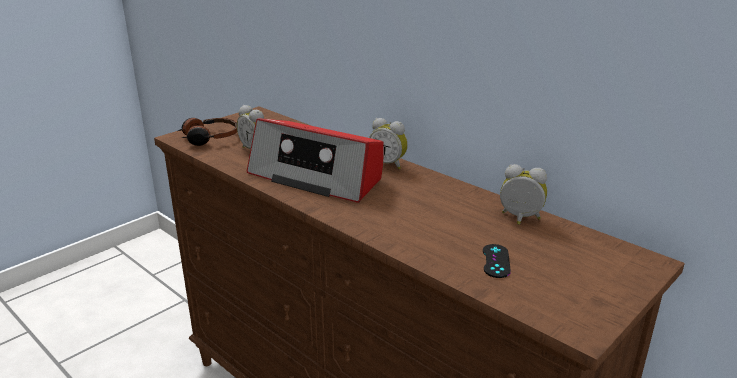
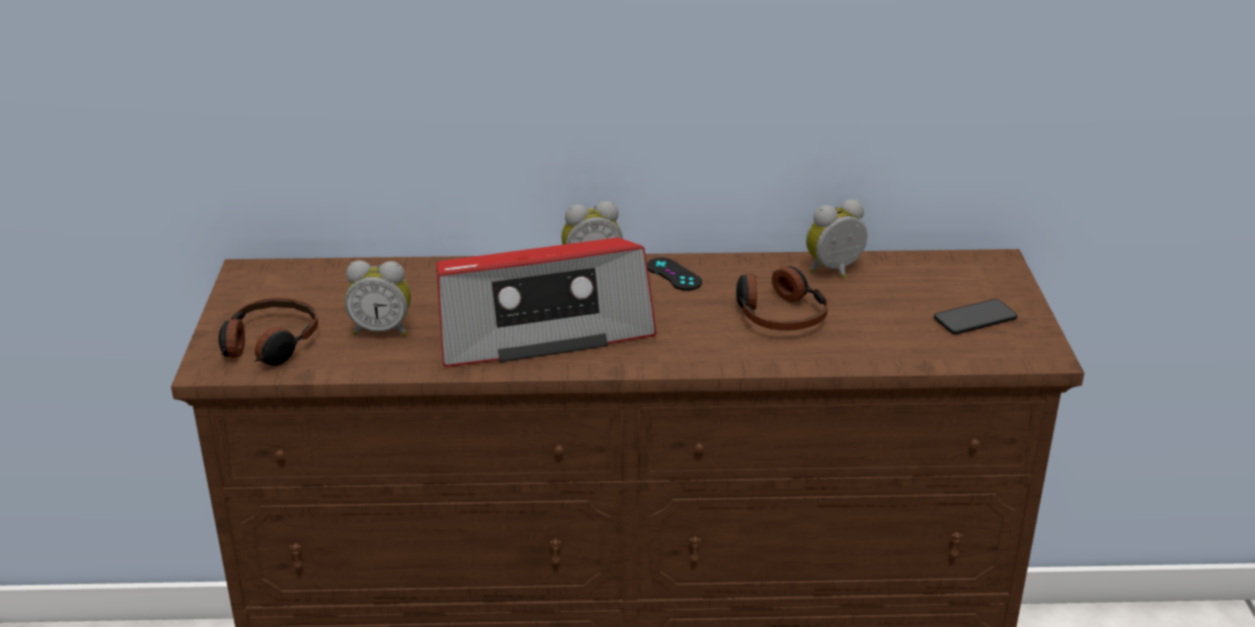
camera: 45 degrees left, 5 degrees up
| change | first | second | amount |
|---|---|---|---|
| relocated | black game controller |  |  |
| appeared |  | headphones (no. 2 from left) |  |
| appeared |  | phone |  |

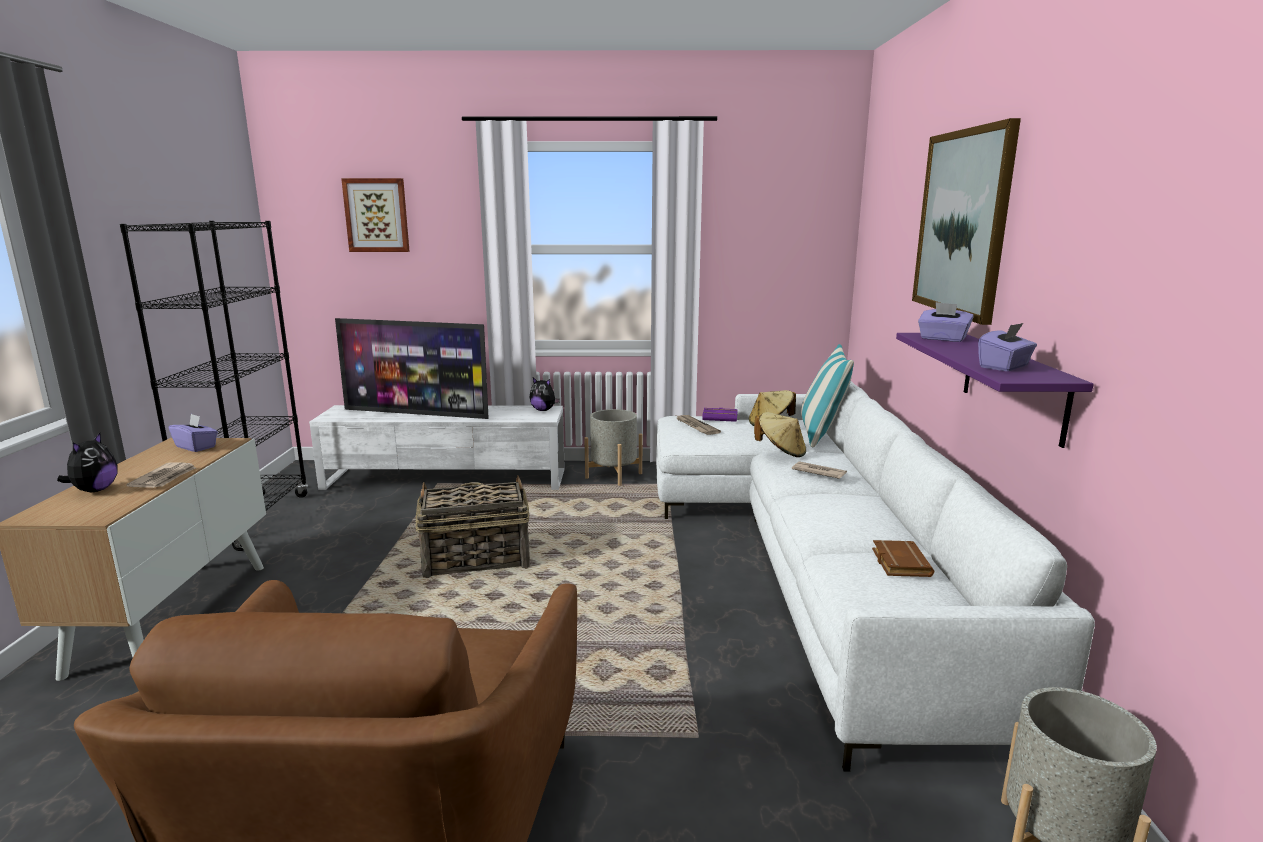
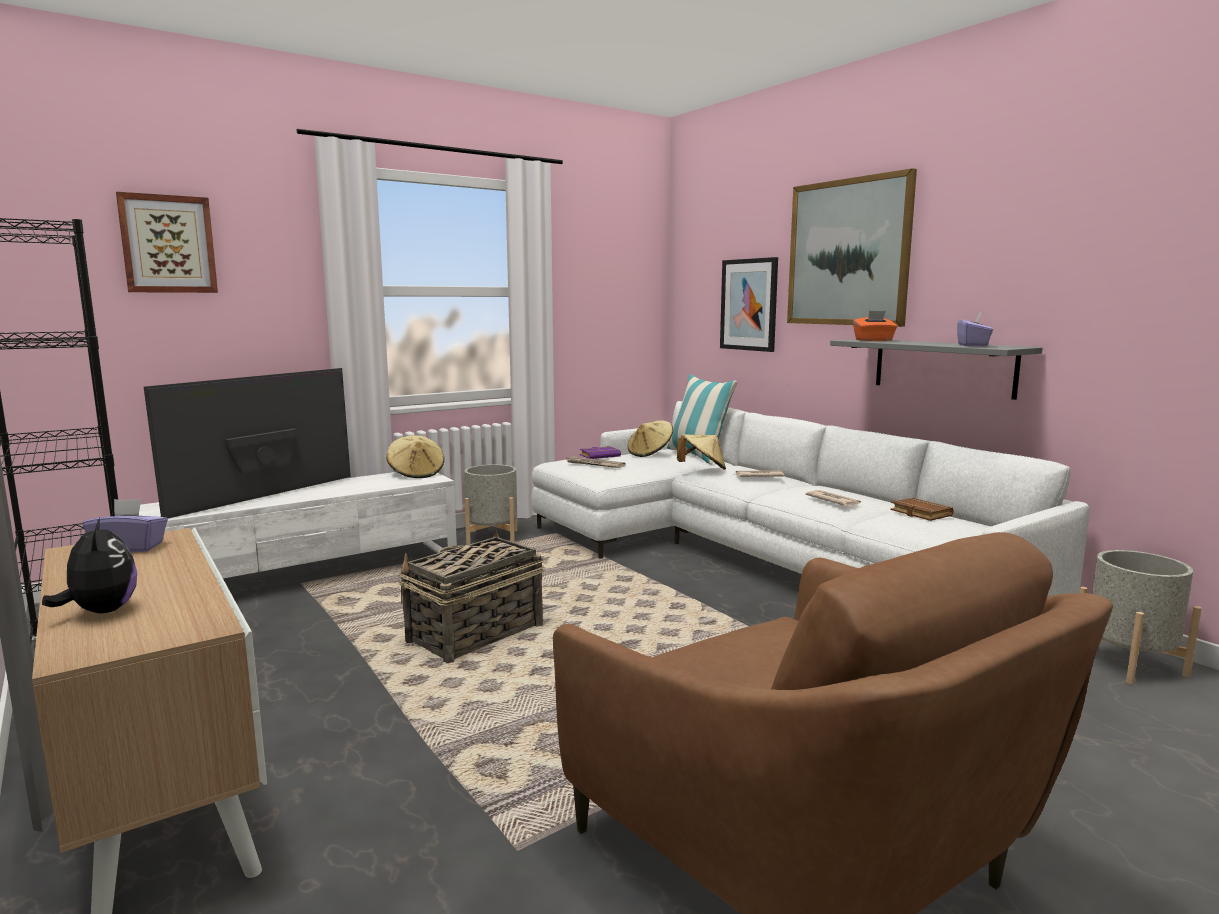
camera: 35 degrees left, 5 degrees down
| change | first | second | amount |
|---|---|---|---|
| spun | television |  | 150 degrees clockwise |
| exchanged | plush toy (no. 2 from left) | beige hat (no. 1 from left) |  |
| appeared |  | picture (no. 2 from left) |  |
| relocated | newspaper (no. 1 from left in the first image) | newspaper (no. 3 from left) |  |
| colour | purple shelf | grey shelf |  |
| colour | purple tissue box (no. 2 from left) | orange tissue box |  |

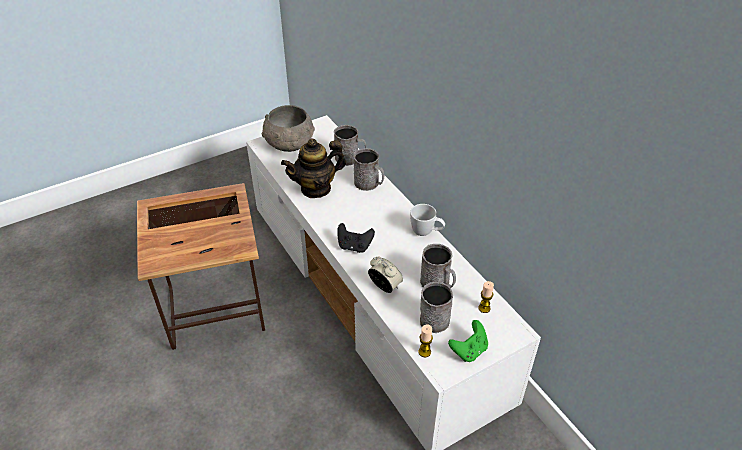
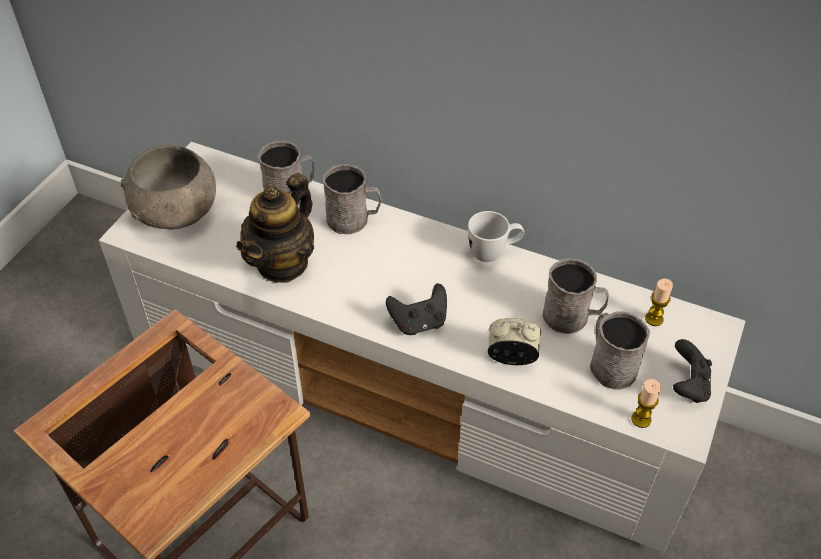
camera: 35 degrees left, 5 degrees up
| change | first | second | amount |
|---|---|---|---|
| colour | green game controller | black game controller (no. 2 from left) |  |

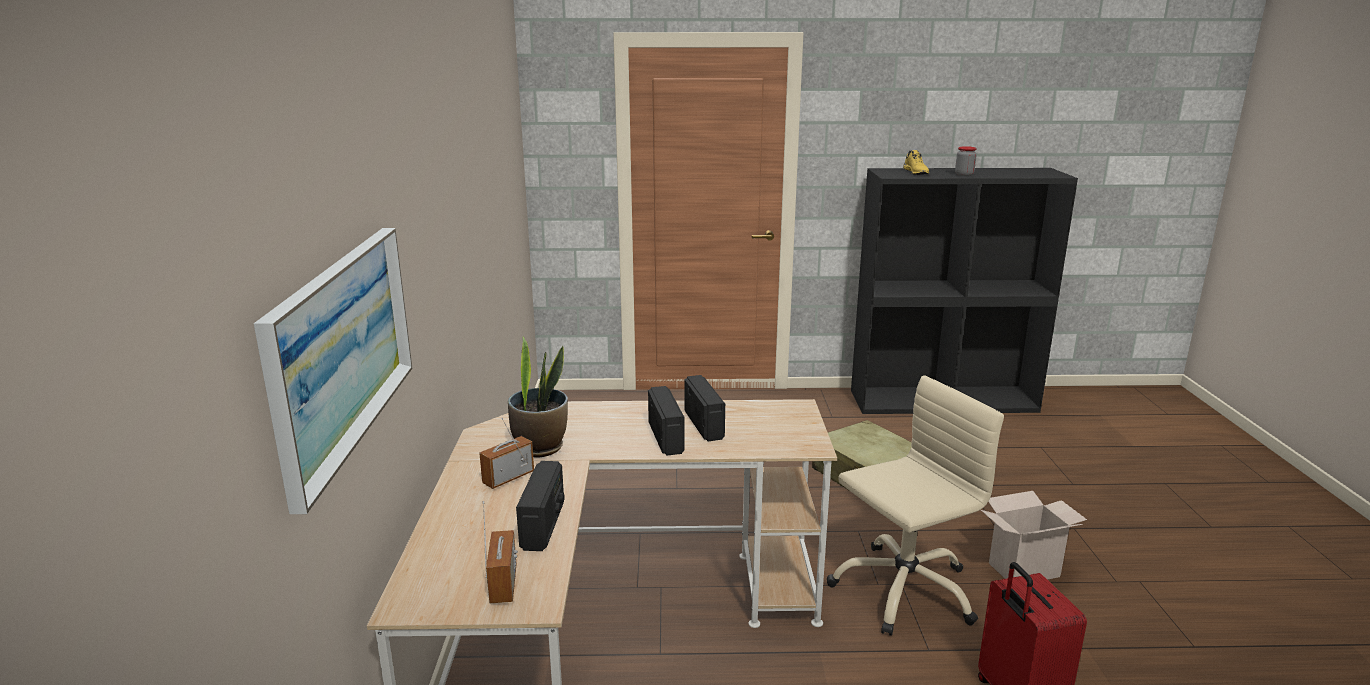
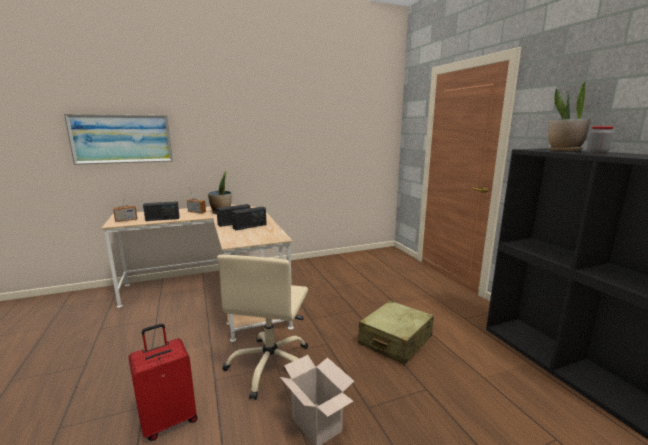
camera: 70 degrees right, 5 degrees down
| change | first | second | amount |
|---|---|---|---|
| spun | beige office chair |  | 60 degrees clockwise |
| exchanged | yellow shoe | potted plant (no. 2 from left) |  |

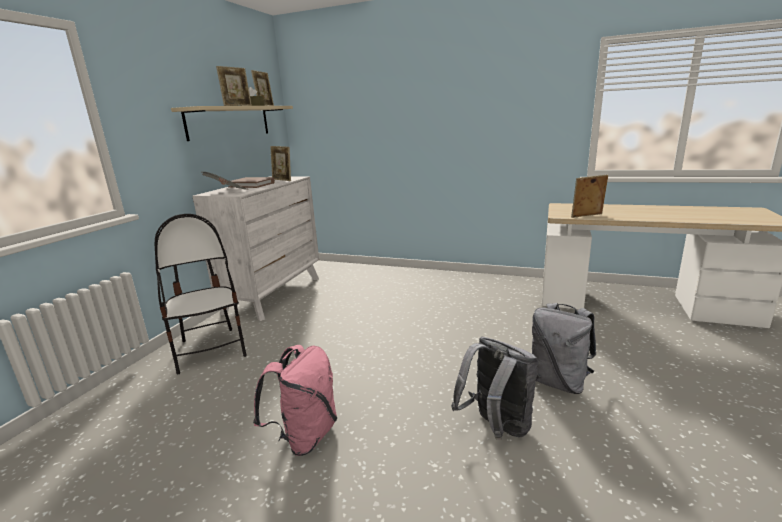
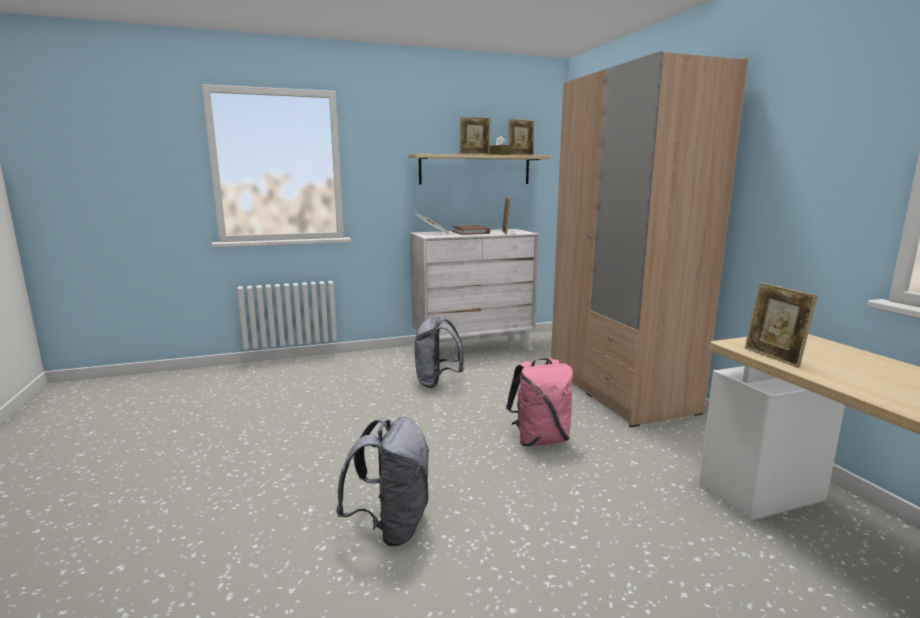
camera: 50 degrees right, 5 degrees down
| change | first | second | amount |
|---|---|---|---|
| relocated | grey backpack (no. 2 from left) |  |  |
| relocated | pink backpack |  |  |
| appeared |  | beige wardrobe |  |
| spun | picture frame (no. 4 from left) |  | 150 degrees counterclockwise |
| missing | chair |  |  |

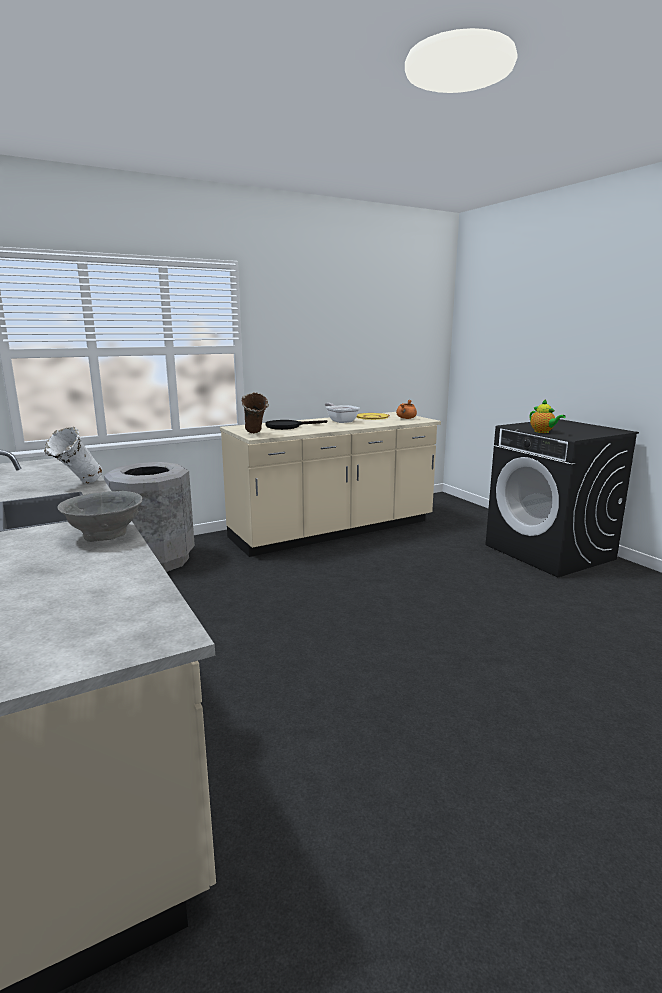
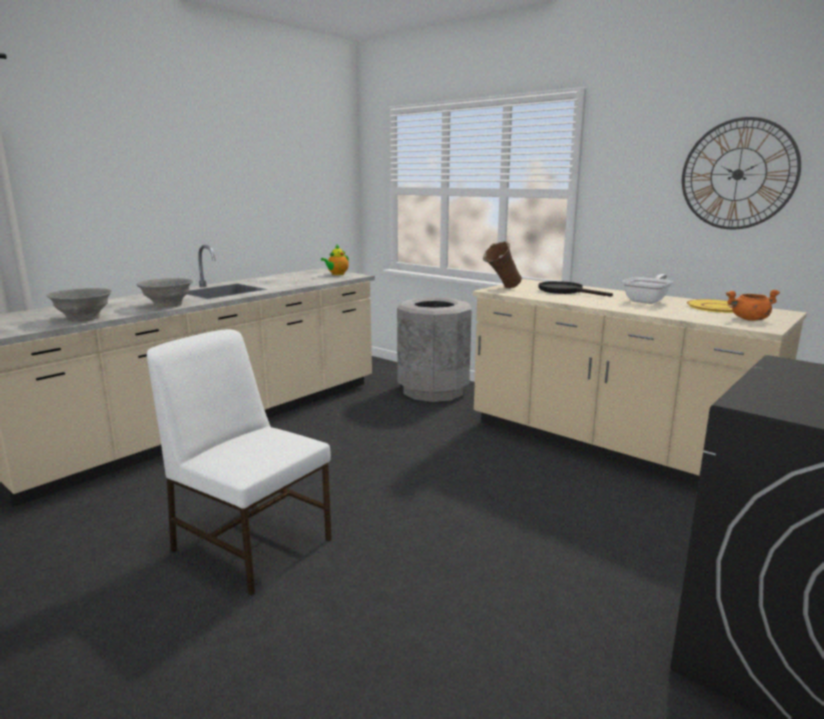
camera: 70 degrees right, 0 degrees up
| change | first | second | amount |
|---|---|---|---|
| appeared |  | grey bowl (no. 1 from left) |  |
| appeared |  | white chair |  |
| relocated | teapot |  |  |
| appeared |  | wall clock |  |
| missing | white vase |  |  |

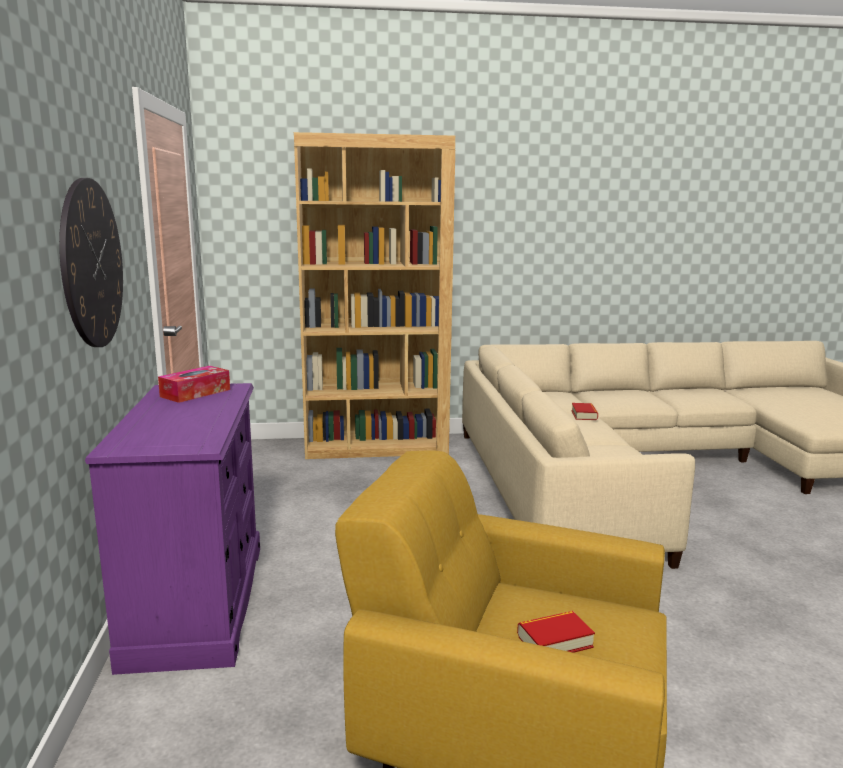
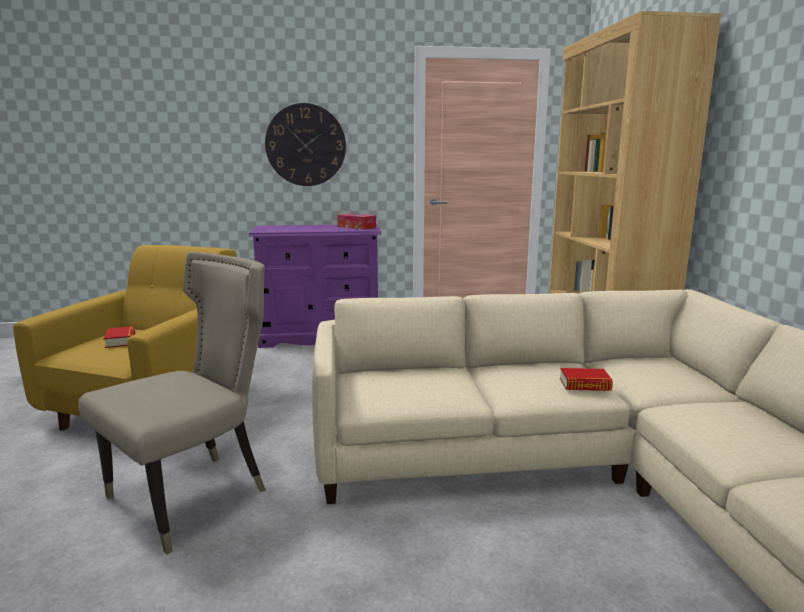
camera: 90 degrees right, 0 degrees up
| change | first | second | amount |
|---|---|---|---|
| appeared |  | beige chair |  |

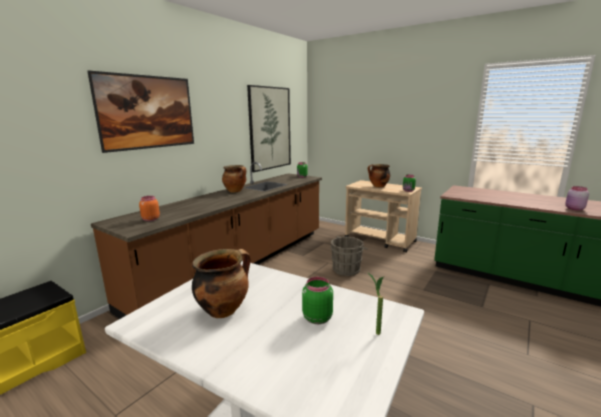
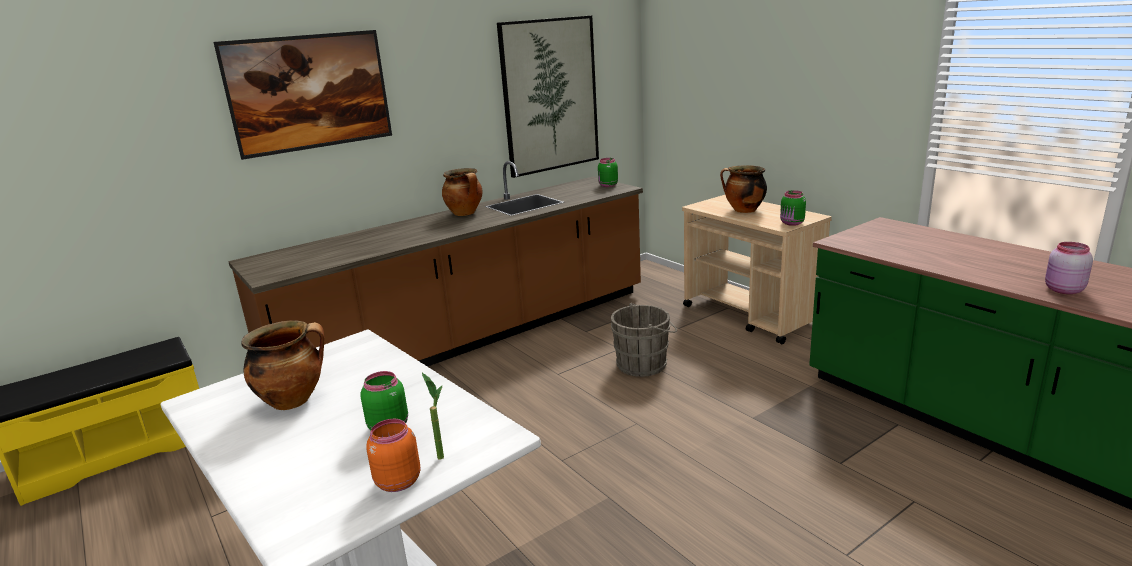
camera: 20 degrees right, 5 degrees up
| change | first | second | amount |
|---|---|---|---|
| relocated | orange jar |  |  |

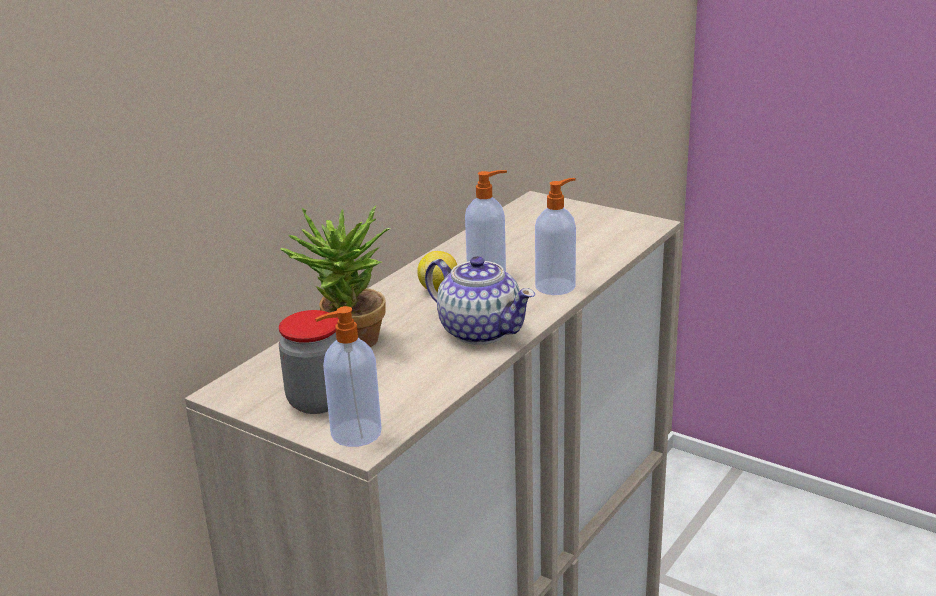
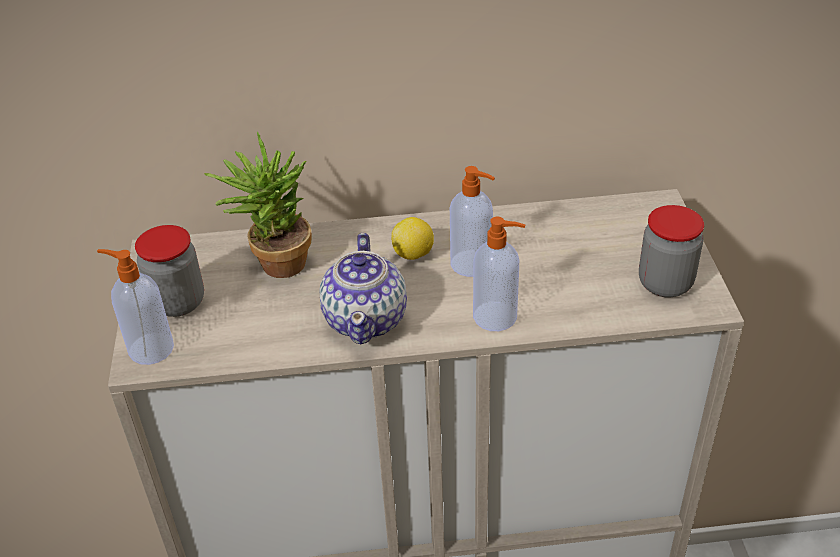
camera: 50 degrees right, 15 degrees up
| change | first | second | amount |
|---|---|---|---|
| appeared |  | jar (no. 2 from left) |  |

